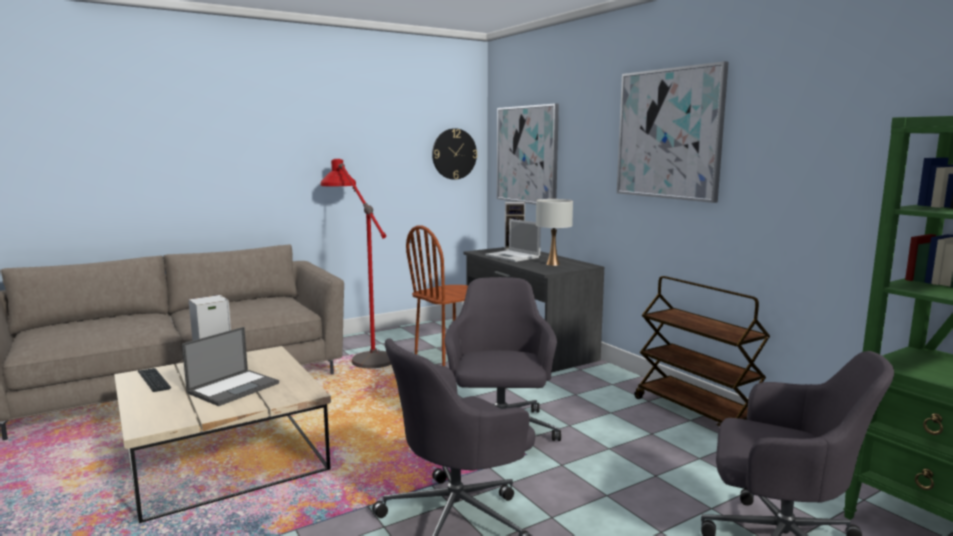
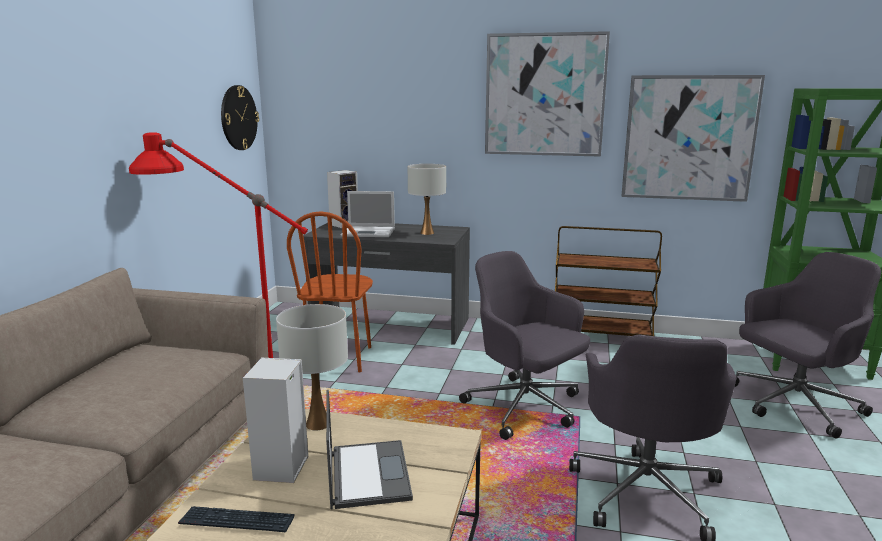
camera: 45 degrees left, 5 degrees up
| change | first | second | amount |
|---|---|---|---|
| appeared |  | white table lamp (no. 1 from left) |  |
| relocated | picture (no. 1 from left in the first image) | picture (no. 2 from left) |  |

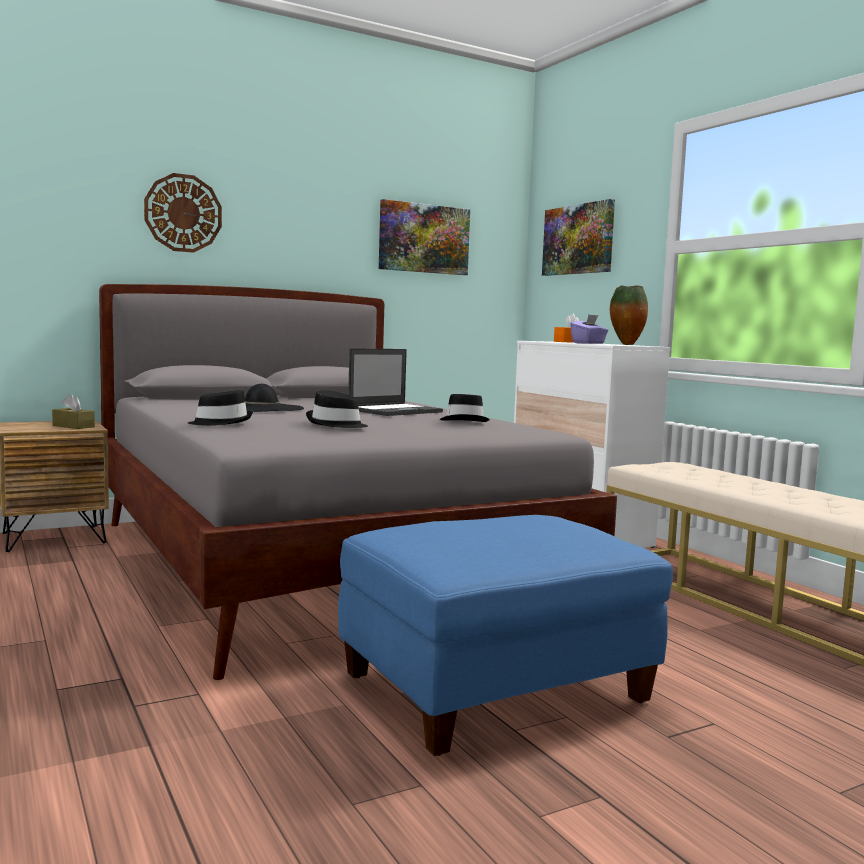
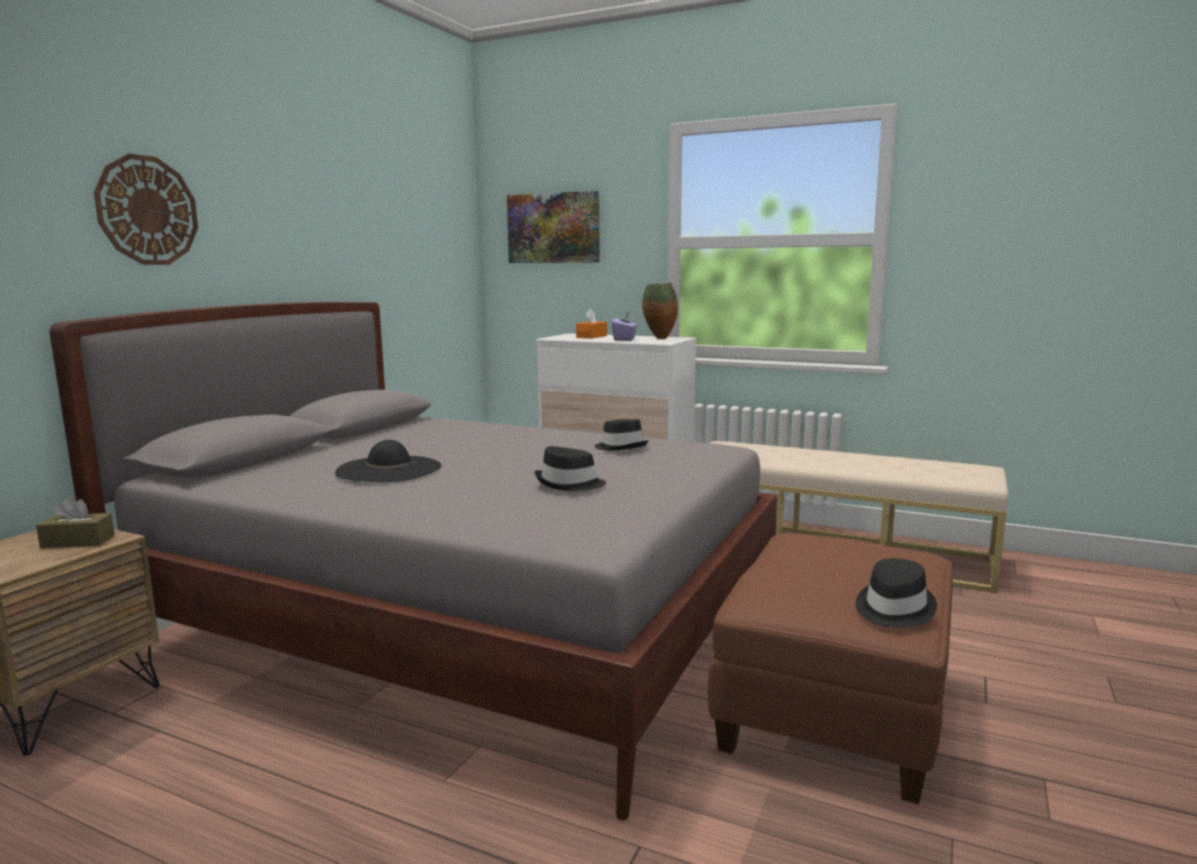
camera: 35 degrees left, 5 degrees up
| change | first | second | amount |
|---|---|---|---|
| colour | blue ottoman | brown ottoman |  |
| relocated | black hat (no. 1 from left in the first image) | black hat (no. 4 from left) |  |
| missing | laptop |  |  |
| missing | picture (no. 1 from left) |  |  |

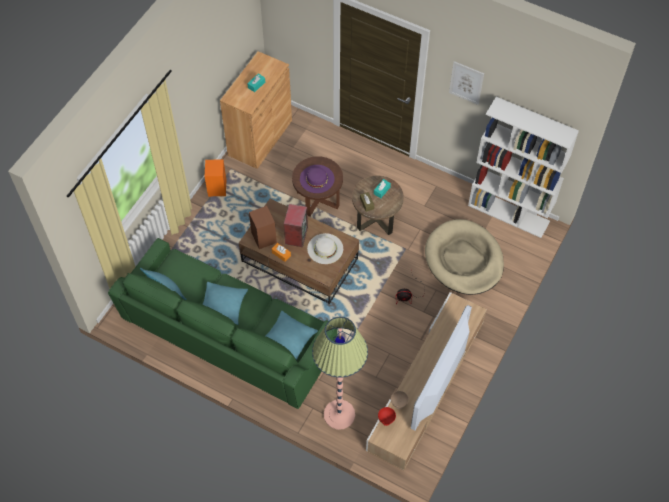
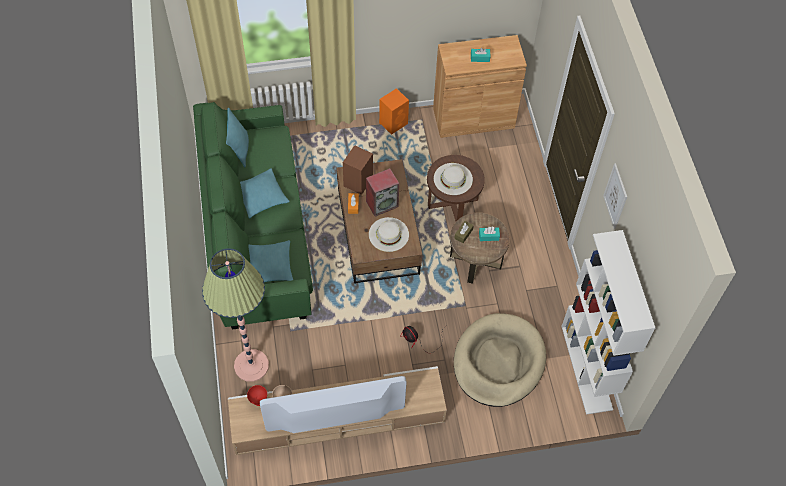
camera: 50 degrees right, 0 degrees up
| change | first | second | amount |
|---|---|---|---|
| colour | purple hat | white hat (no. 2 from left) |  |

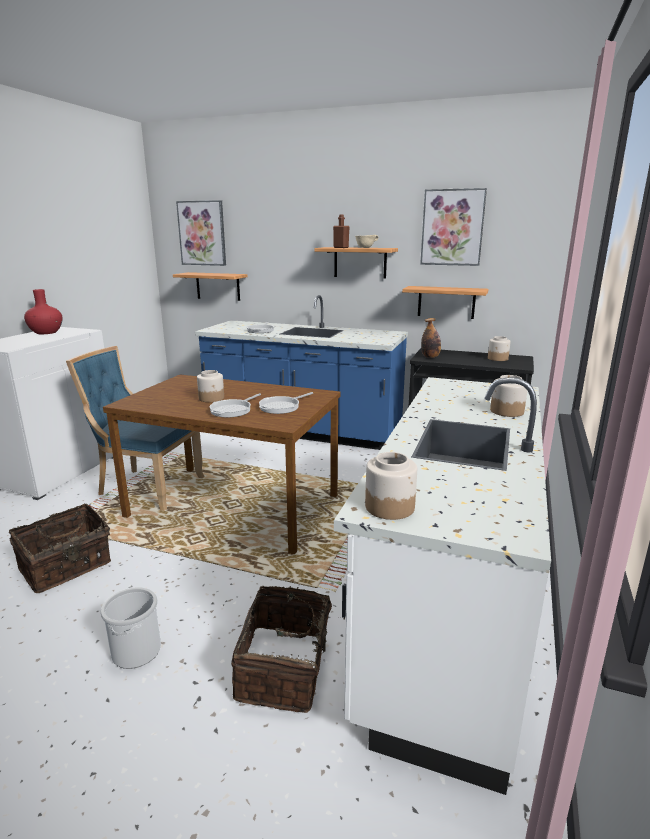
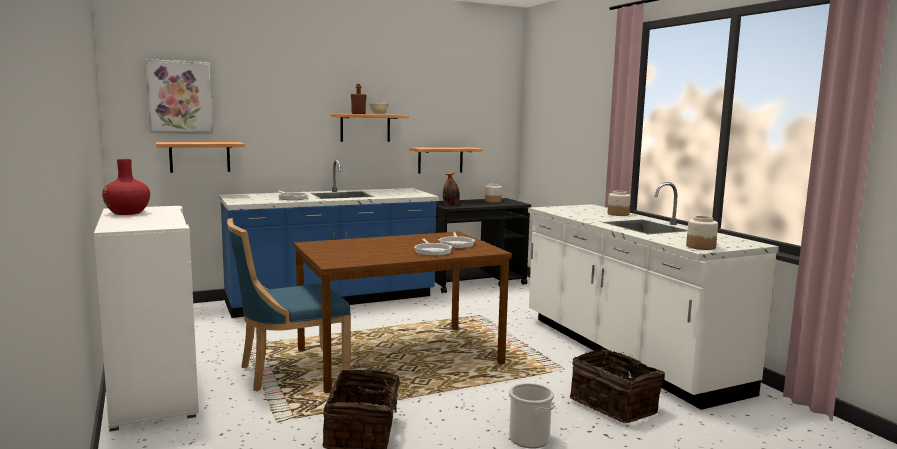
camera: 45 degrees left, 10 degrees down
| change | first | second | amount |
|---|---|---|---|
| missing | jar (no. 1 from left) |  |  |
| missing | picture (no. 2 from left) |  |  |

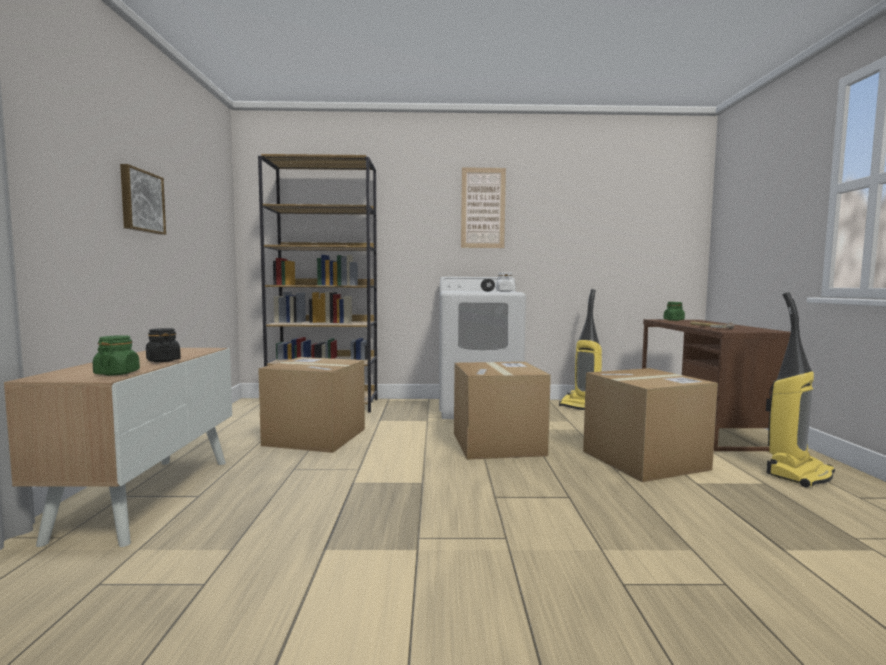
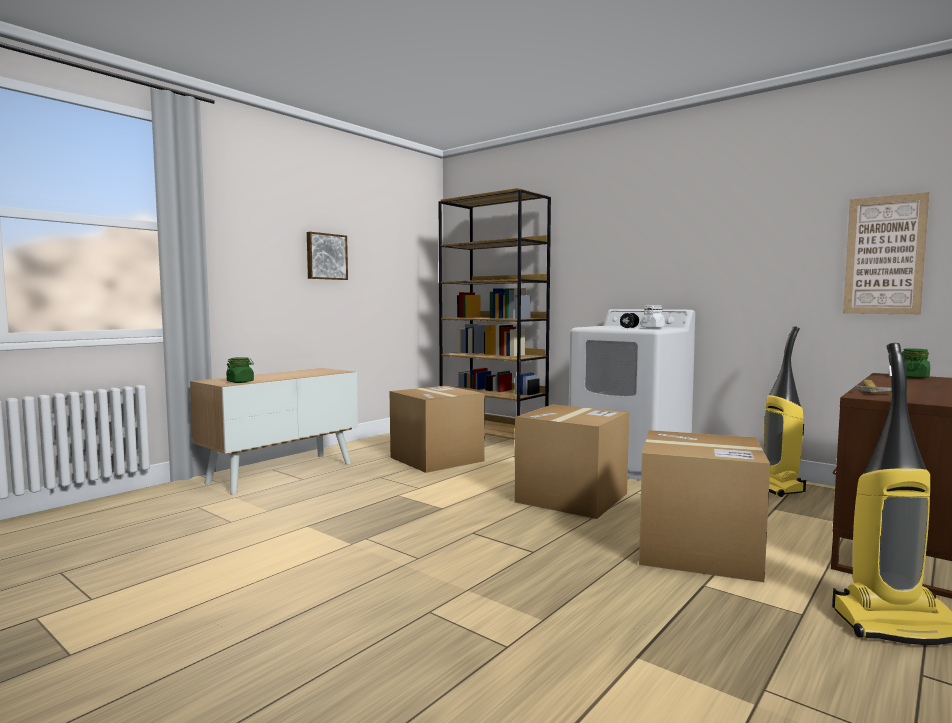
camera: 40 degrees right, 0 degrees up
| change | first | second | amount |
|---|---|---|---|
| relocated | picture (no. 2 from left) |  |  |
| missing | black jar |  |  |

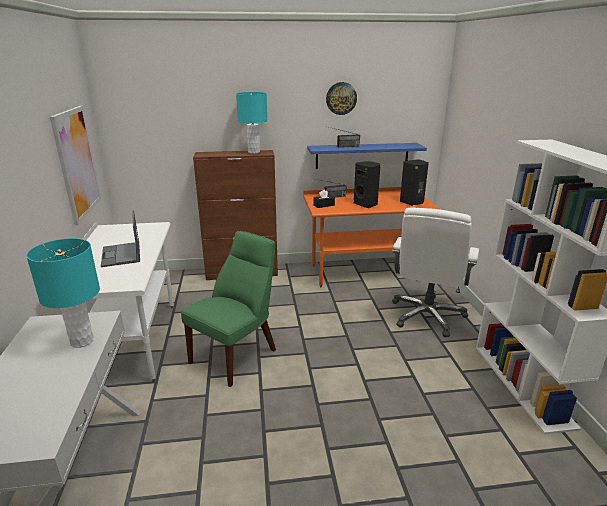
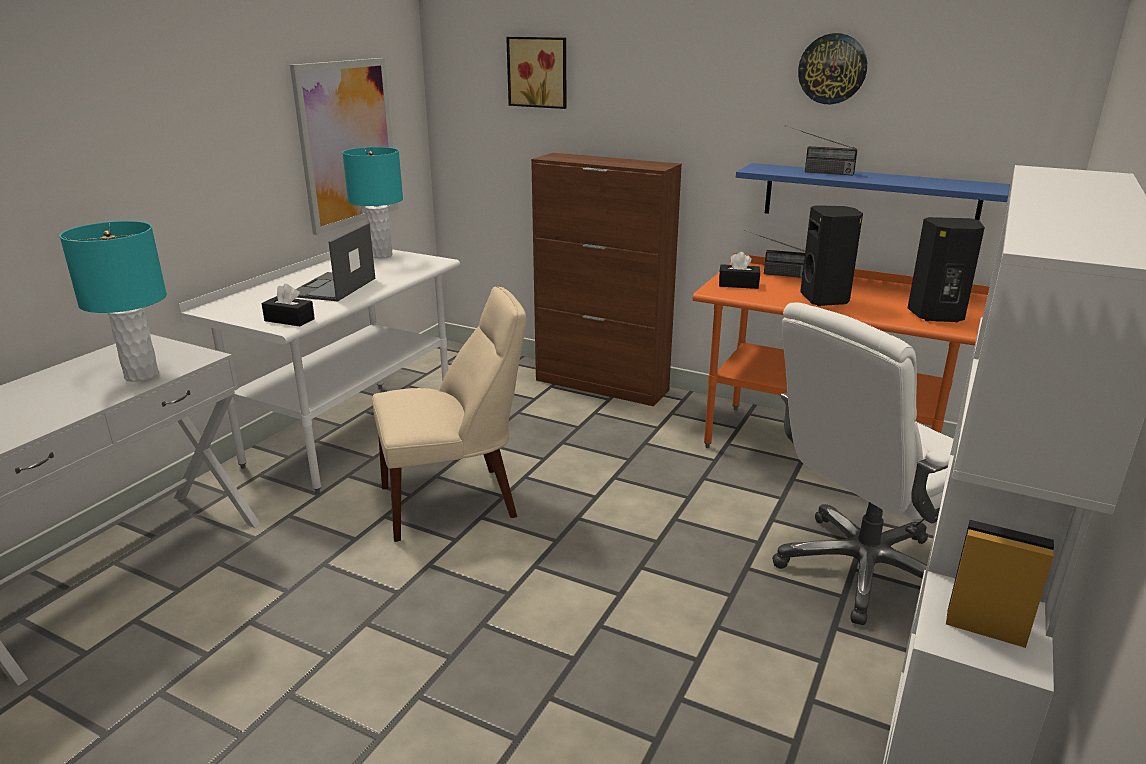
camera: 35 degrees right, 0 degrees up
| change | first | second | amount |
|---|---|---|---|
| appeared |  | black tissue box (no. 1 from left) |  |
| relocated | turquoise table lamp (no. 2 from left) |  |  |
| colour | green chair | beige chair |  |
| appeared |  | picture (no. 2 from left) |  |

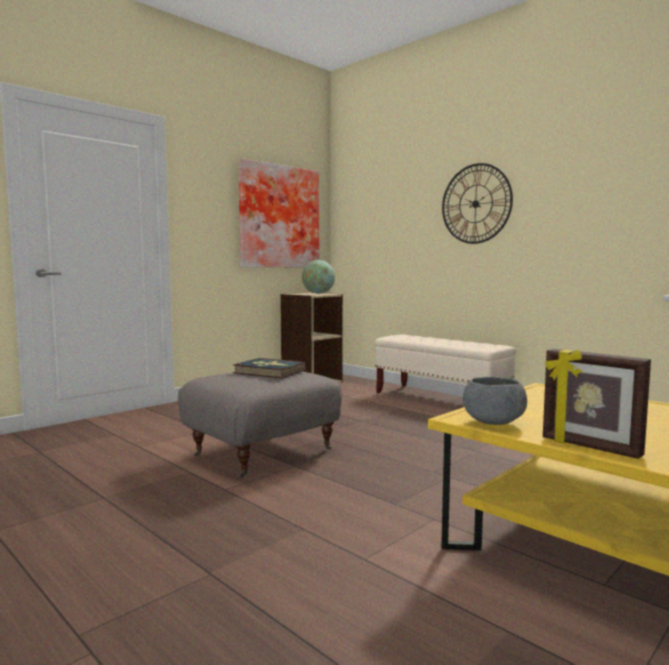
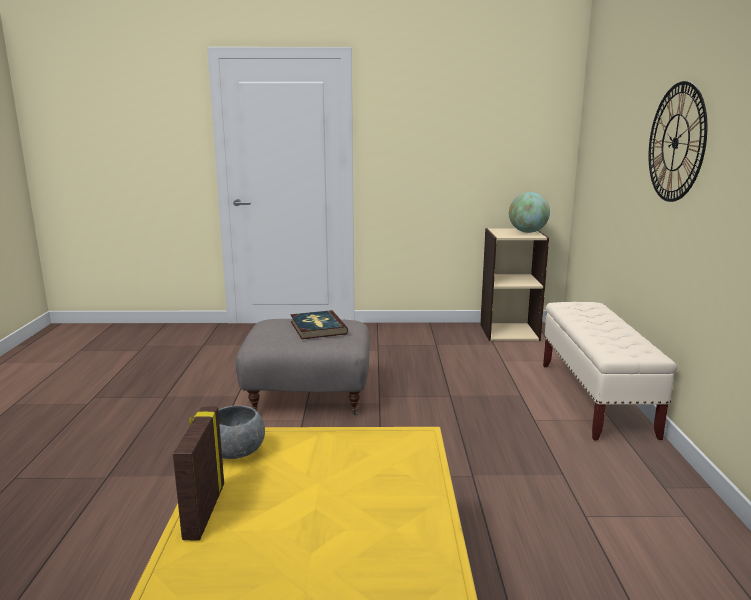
camera: 45 degrees right, 10 degrees up
| change | first | second | amount |
|---|---|---|---|
| missing | picture |  |  |

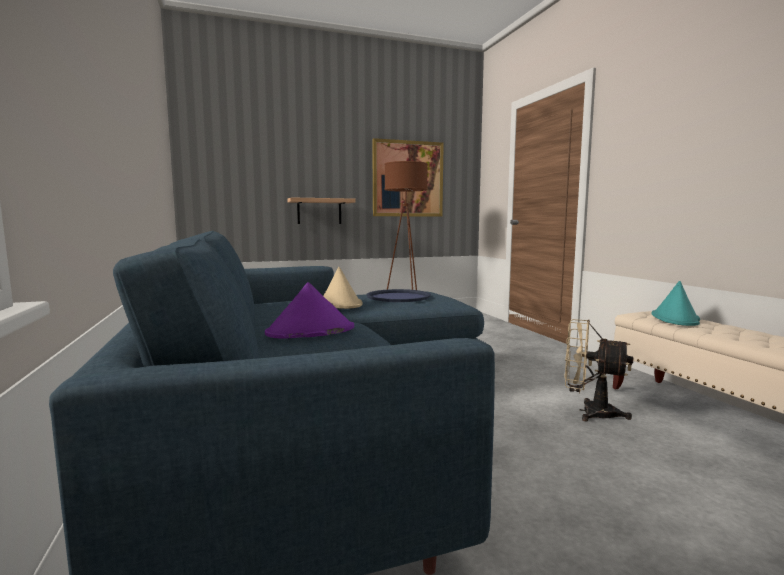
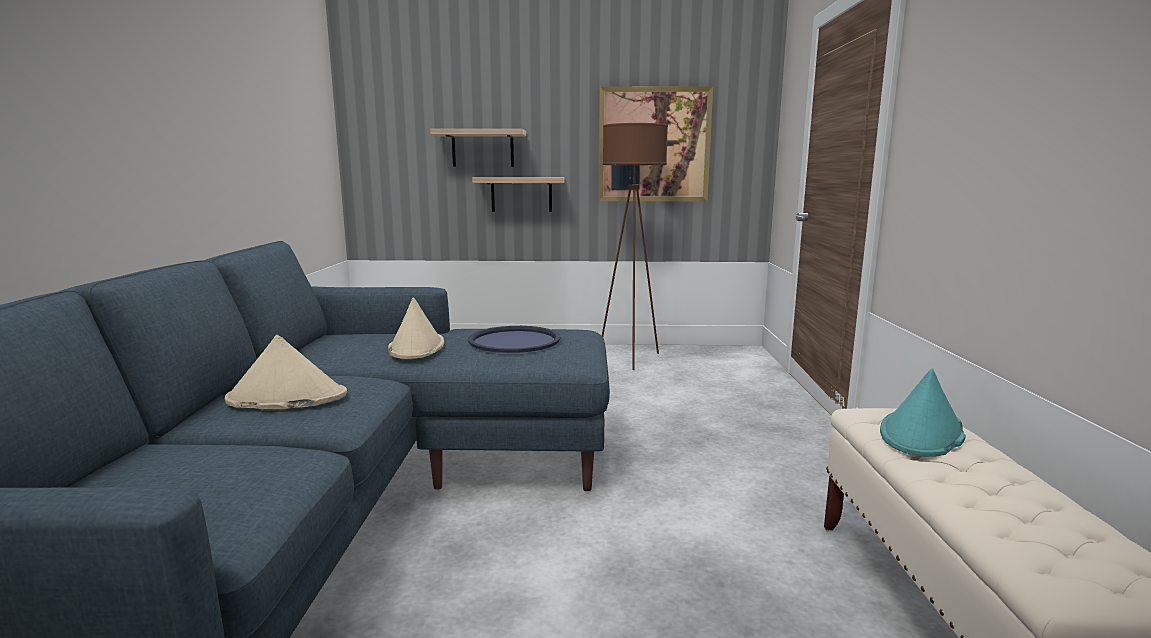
camera: 20 degrees right, 5 degrees up
| change | first | second | amount |
|---|---|---|---|
| colour | purple hat | beige hat (no. 1 from left) |  |
| appeared |  | shelf (no. 1 from left) |  |
| missing | beige fan |  |  |

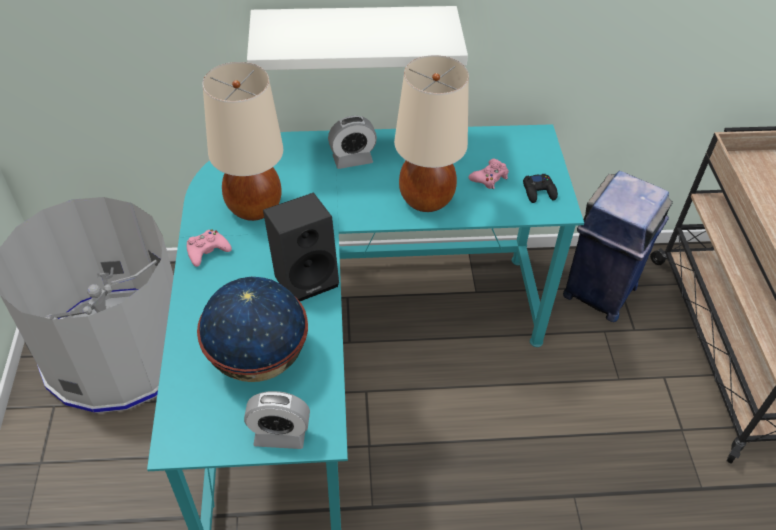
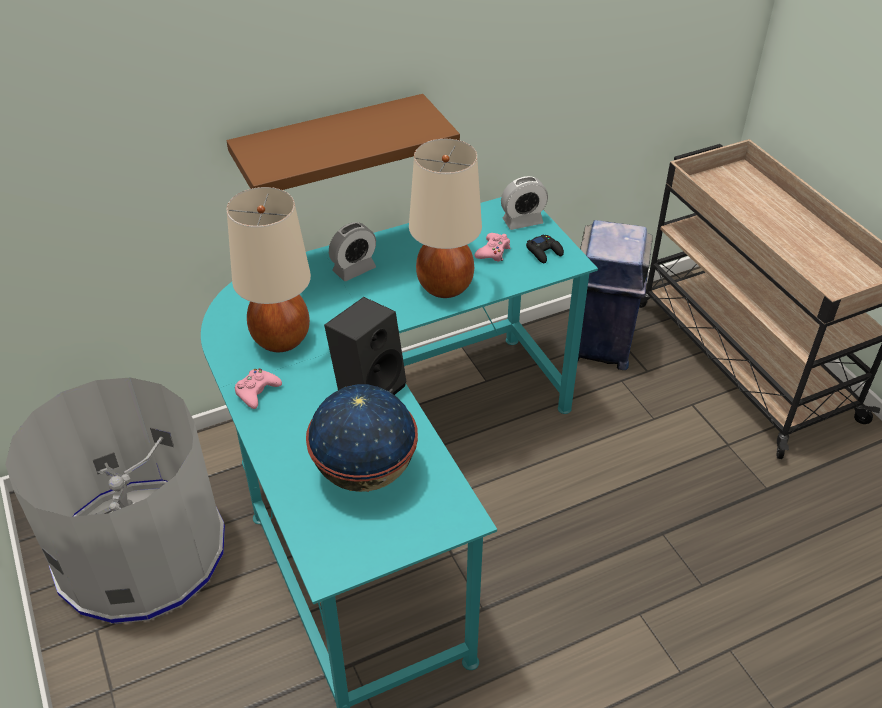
camera: 20 degrees left, 5 degrees down
| change | first | second | amount |
|---|---|---|---|
| colour | white shelf | brown shelf |  |
| relocated | alarm clock (no. 1 from left in the first image) | alarm clock (no. 2 from left) |  |

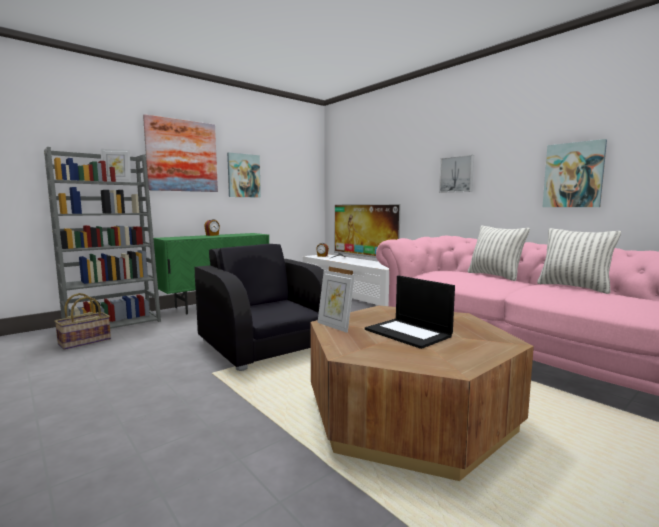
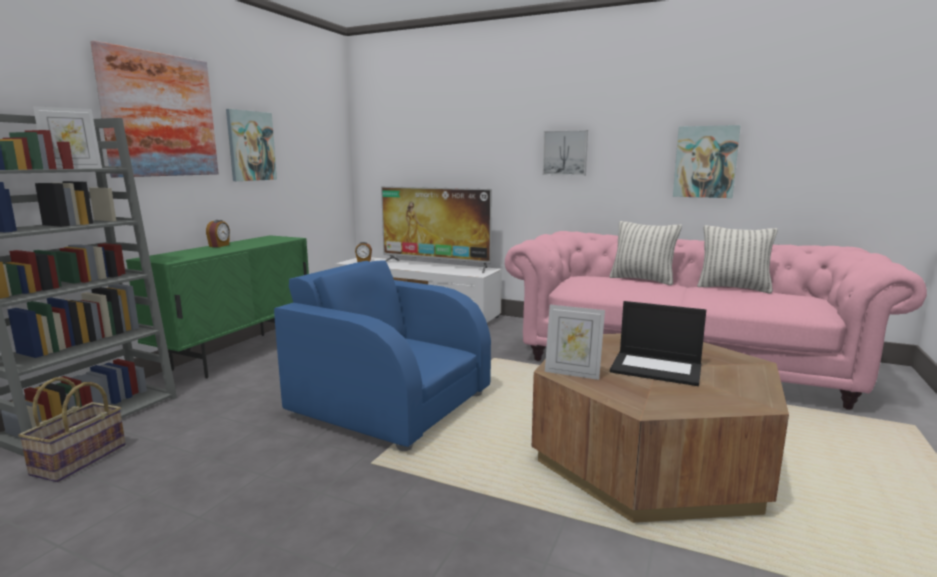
camera: 25 degrees left, 5 degrees up
| change | first | second | amount |
|---|---|---|---|
| colour | black armchair | blue armchair |  |

